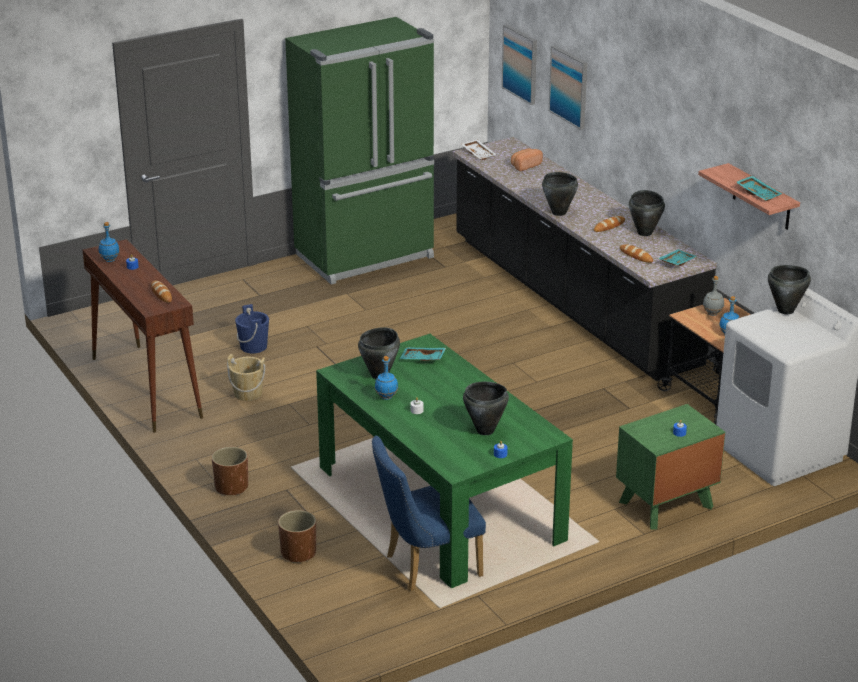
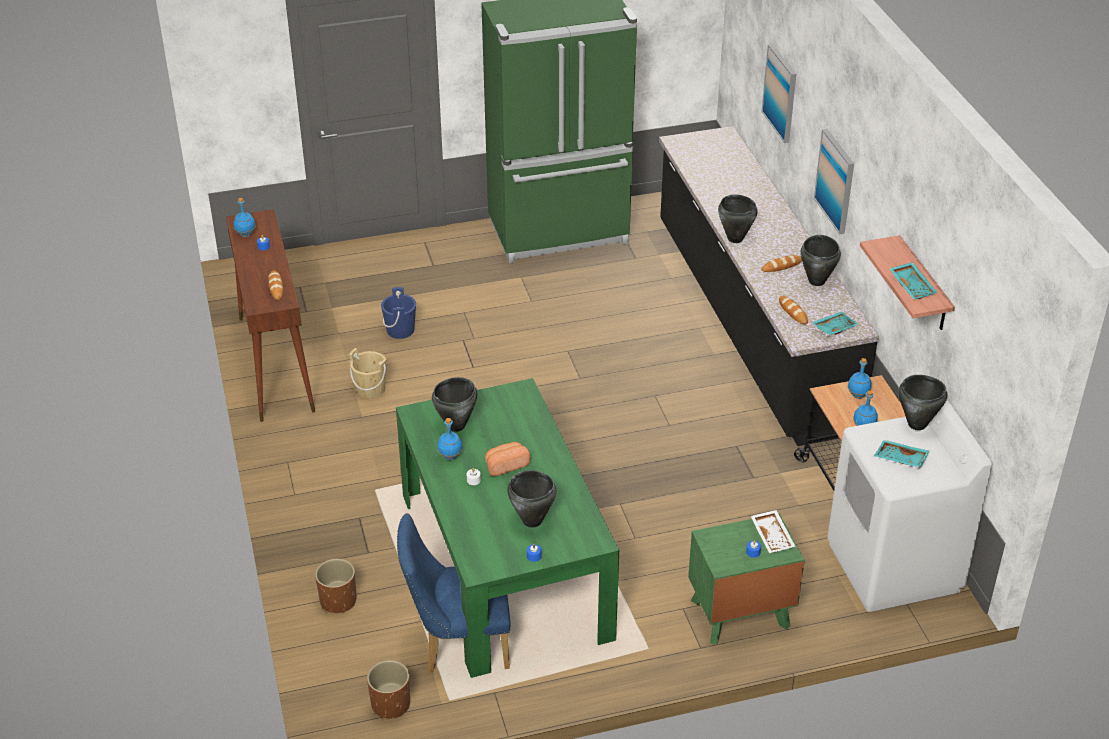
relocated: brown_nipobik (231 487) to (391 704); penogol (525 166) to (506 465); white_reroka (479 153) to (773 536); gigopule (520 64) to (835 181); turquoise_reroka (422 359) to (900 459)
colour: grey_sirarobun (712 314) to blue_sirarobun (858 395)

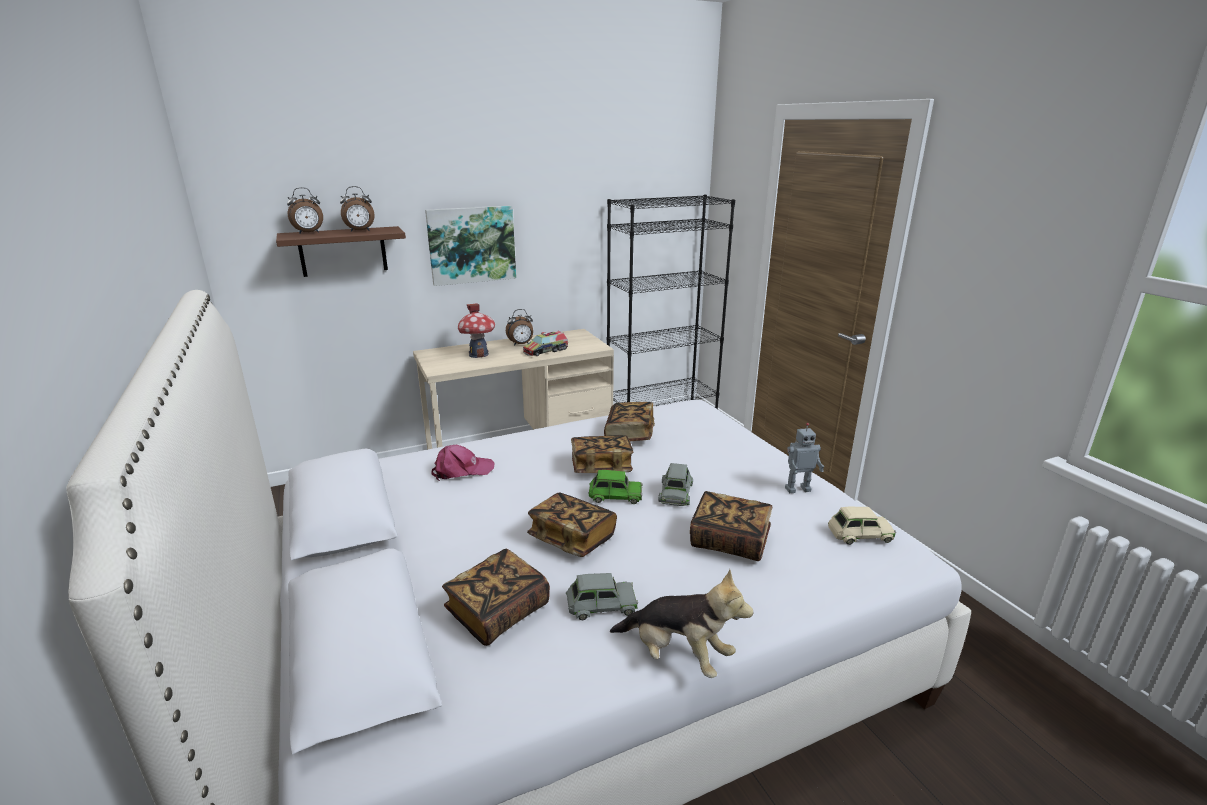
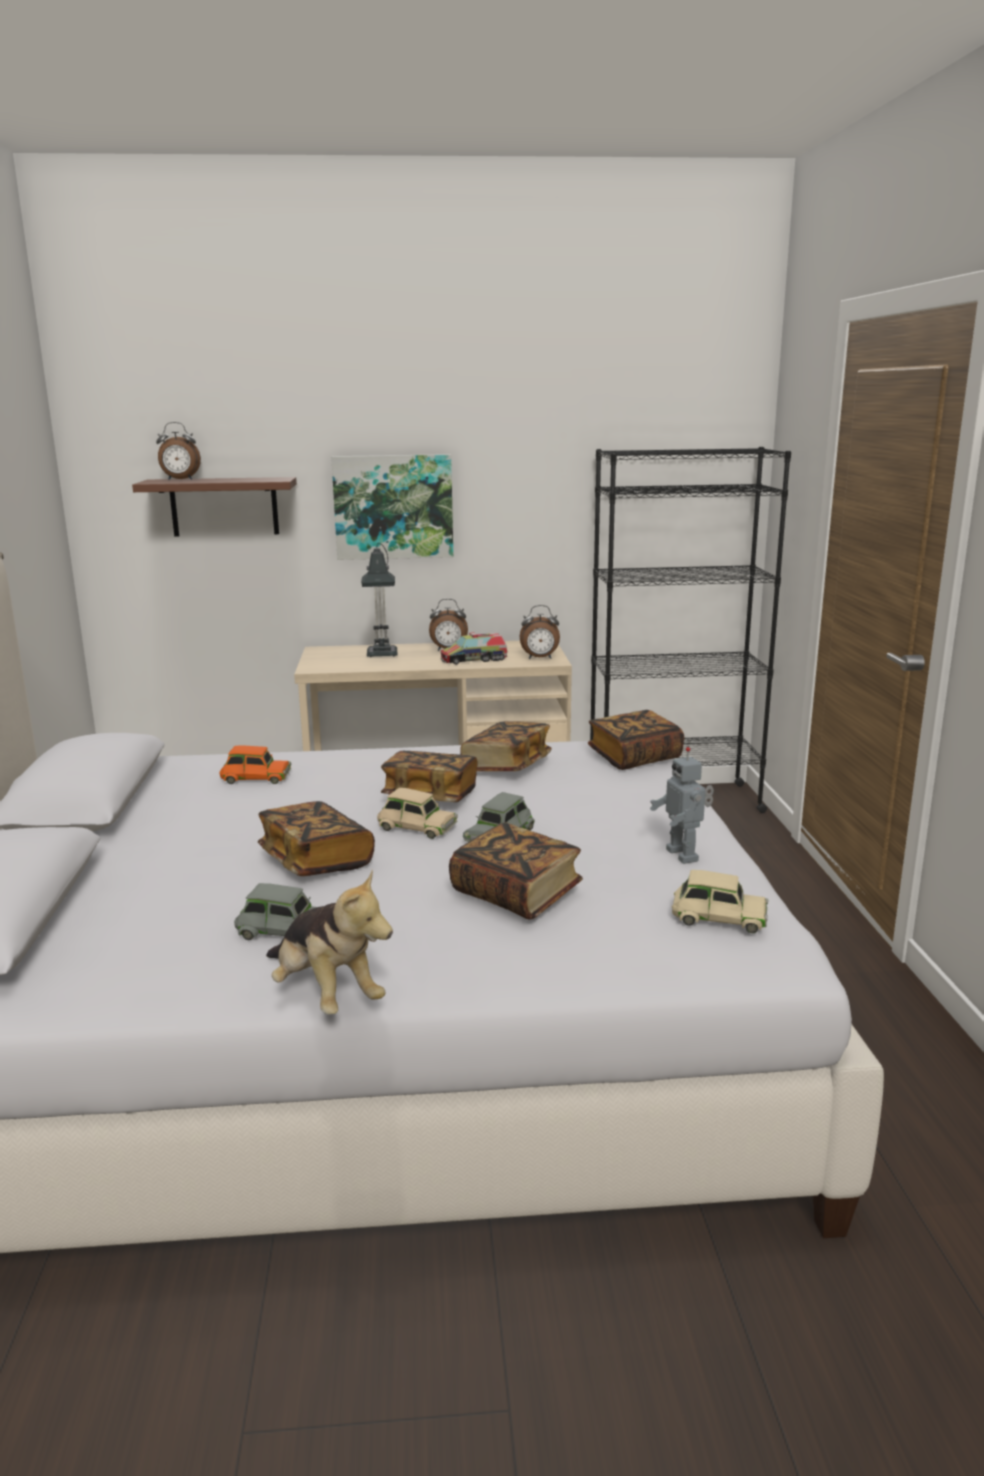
relocated: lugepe (360 231) to (540 658); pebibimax (498 612) to (634 757)
exchanged: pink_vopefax (462 470) to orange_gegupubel (255 777); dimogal (478 354) to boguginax (382 656)
colour: green_gegupubel (615 495) to beige_gegupubel (416 826)
spun: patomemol (797 489) = (684 855) 60 degrees clockwise

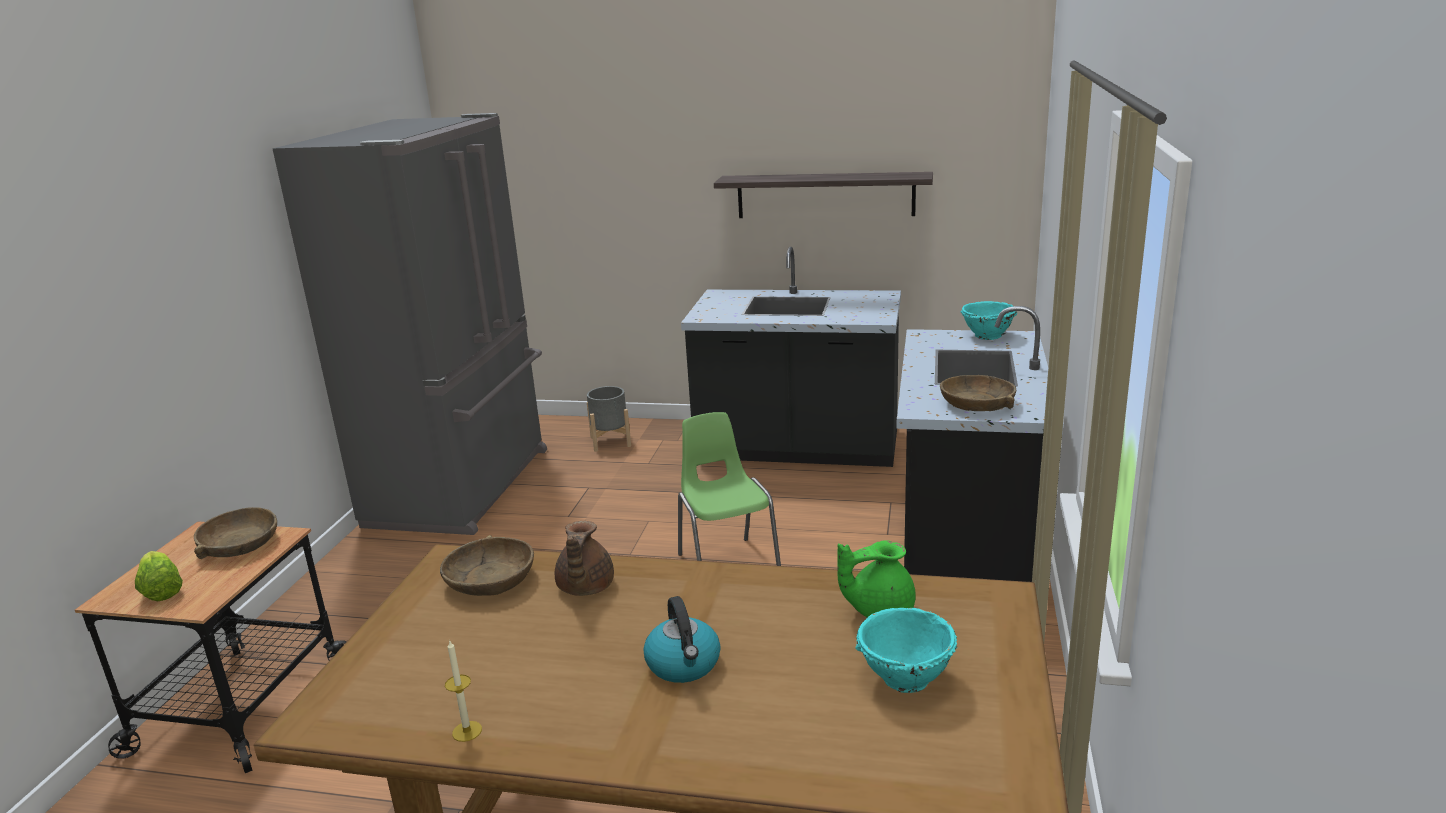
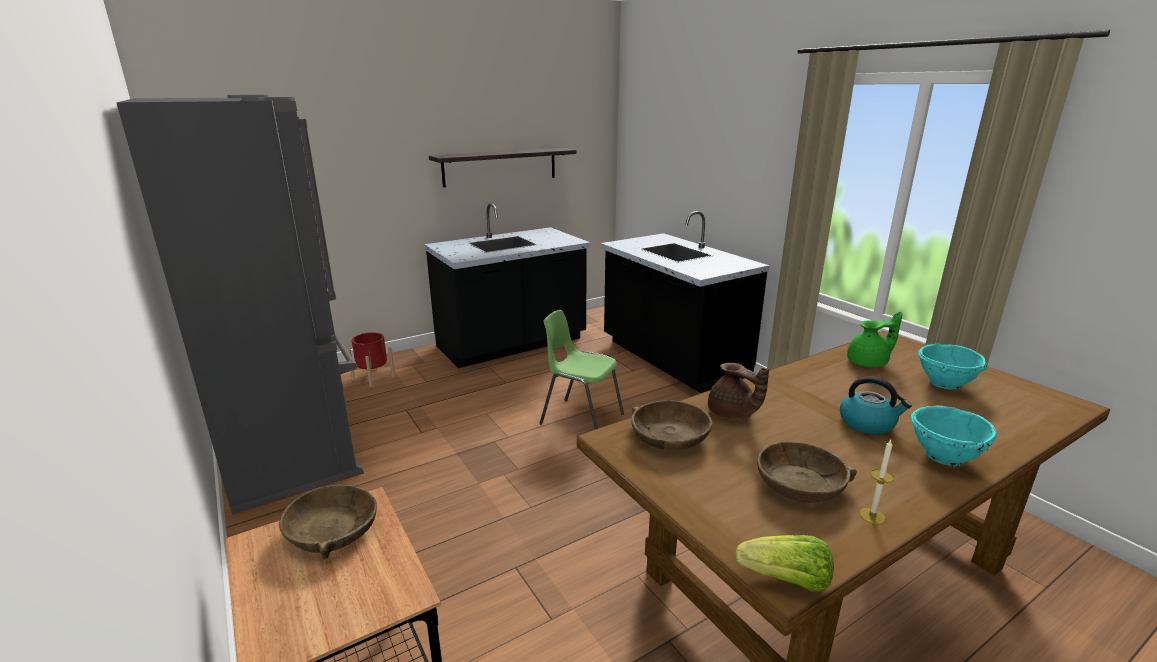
relocated: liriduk (161 590) to (786 581); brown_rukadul (978 404) to (800 483); turquoise_rukadul (987 336) to (943 457)
colour: grey_nipobik (610 442) to red_nipobik (373 377)
spun: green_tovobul (878 609) = (869 363) 135 degrees counterclockwise

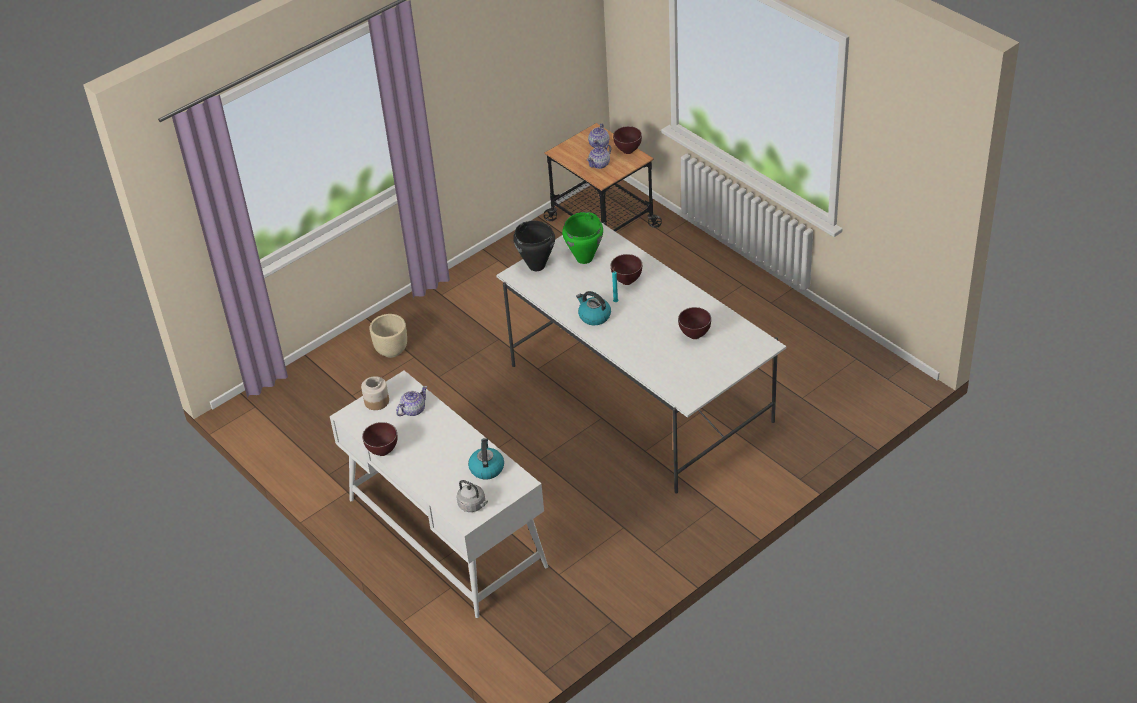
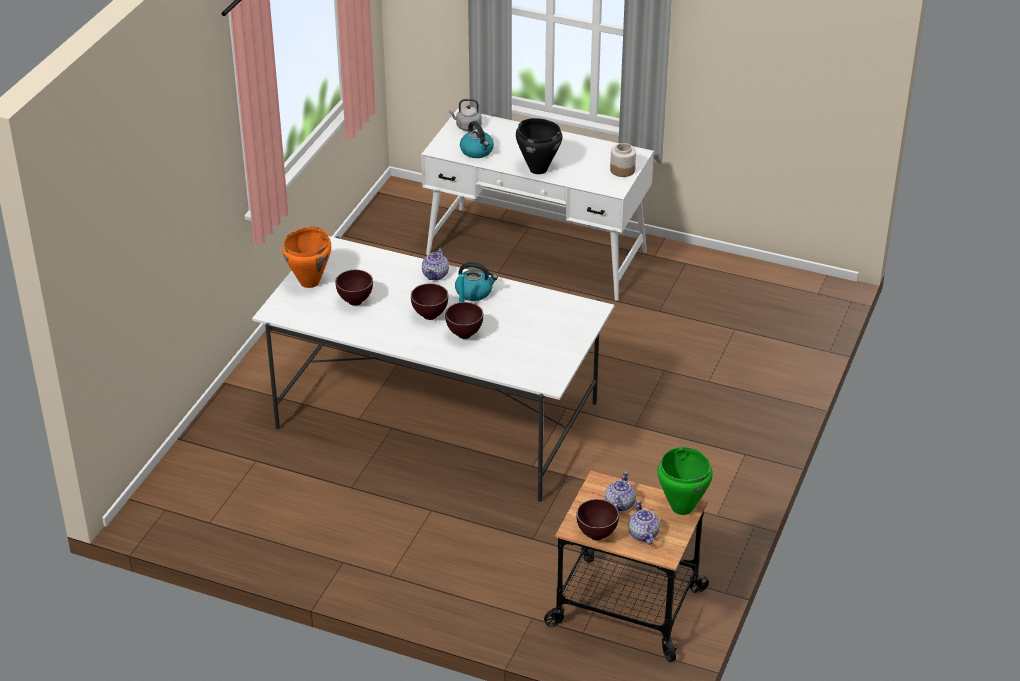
missing: beige_nipobik (392 351)
appeared: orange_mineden (310 282)
relocated: brown_rukadul (383 452) to (429 316); tovobul (413 410) to (436 274); black_mineden (536 266) to (538 169); green_mineden (585 258) to (681 507)

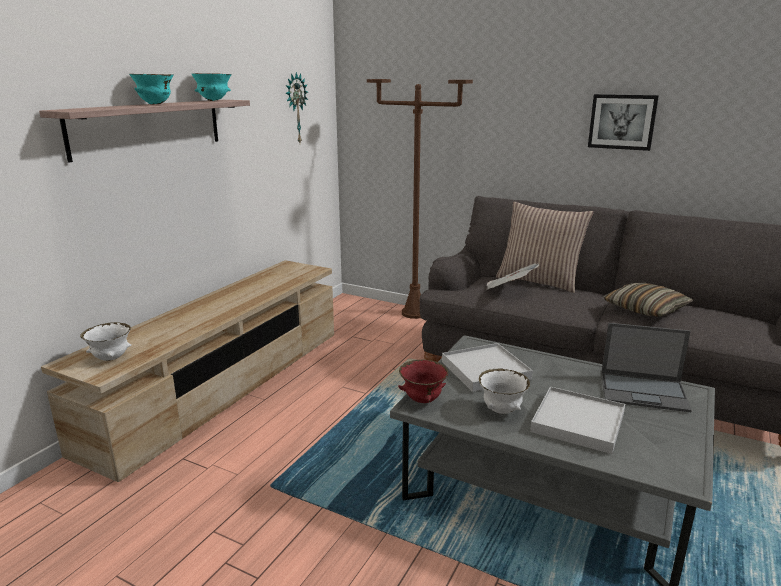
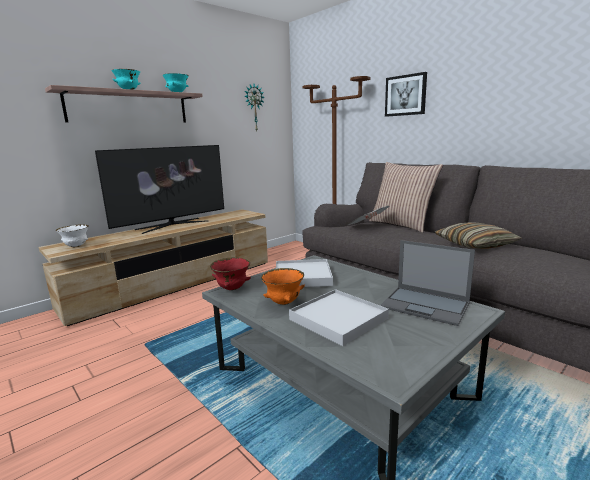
appeared: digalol (172 225)
relocated: gigopule (622 122) to (405 95)
colour: white_rukadul (501 410) to orange_rukadul (284 302)

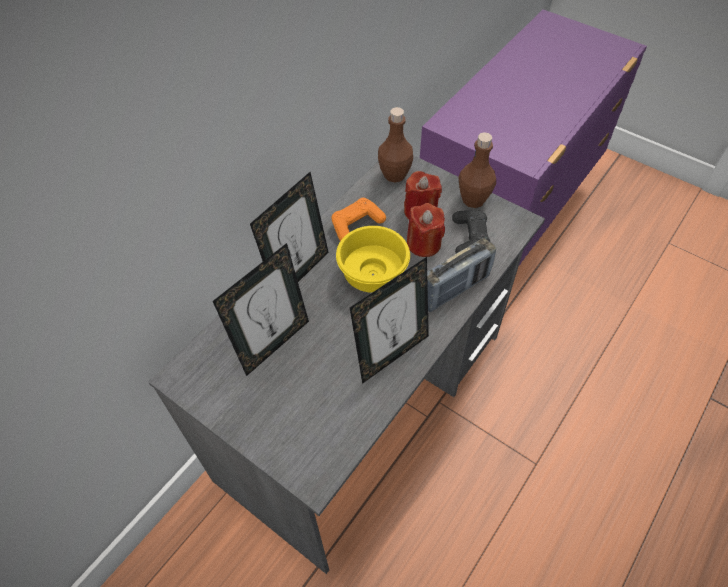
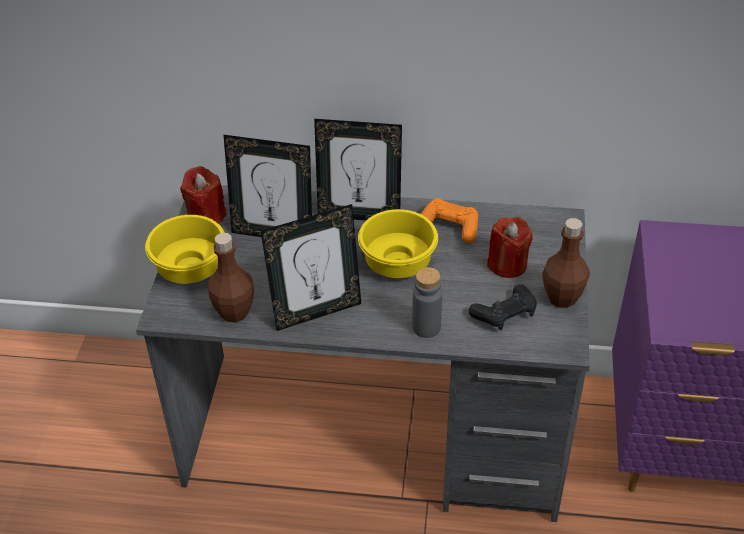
appeared: yellow_rukadul (188 268)
relocated: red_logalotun (424 244) to (206 215); brown_sirarobun (394 174) to (234 312)
exchanged: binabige (454 289) to grey_sirarobun (426 327)
spun: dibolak (391 354) = (316 312) 45 degrees counterclockwise

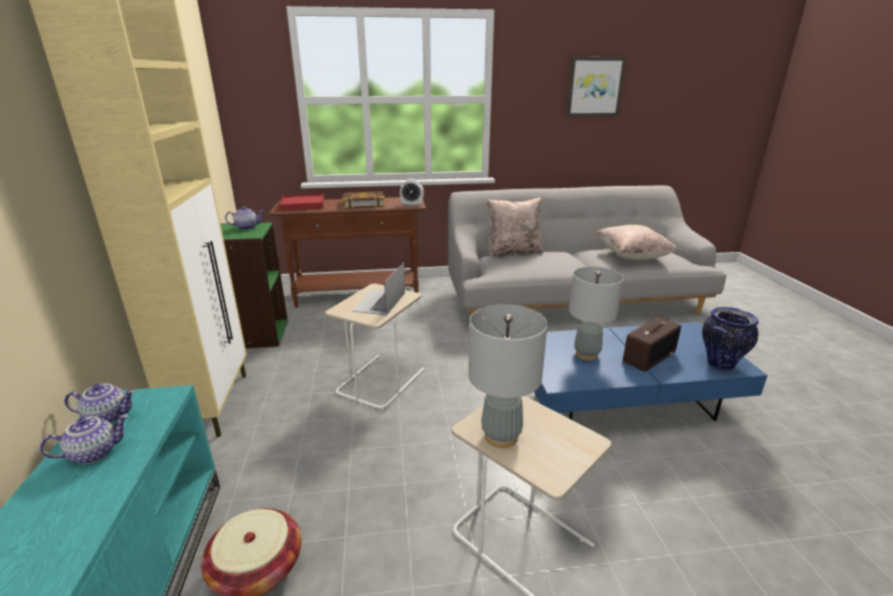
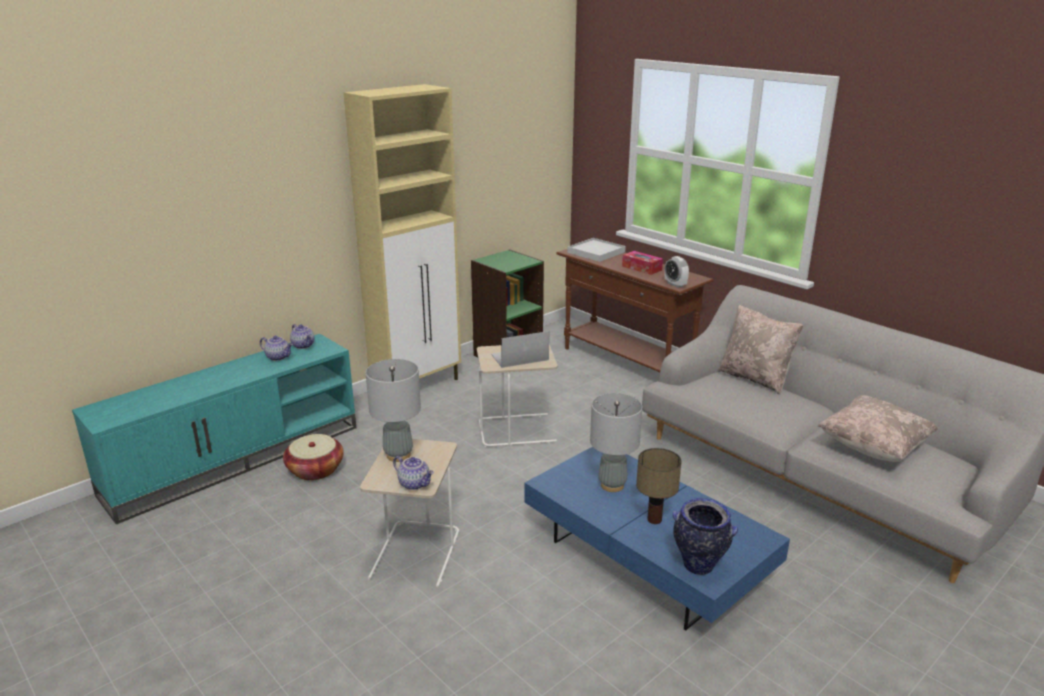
missing: gigopule (594 87)
relocated: tovobul (247 227) to (415 484)
exchanged: pebibimax (363 203) to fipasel (642 268); binabige (648 356) to boguginax (655 519)
colour: red_reroka (303 204) to white_reroka (596 252)

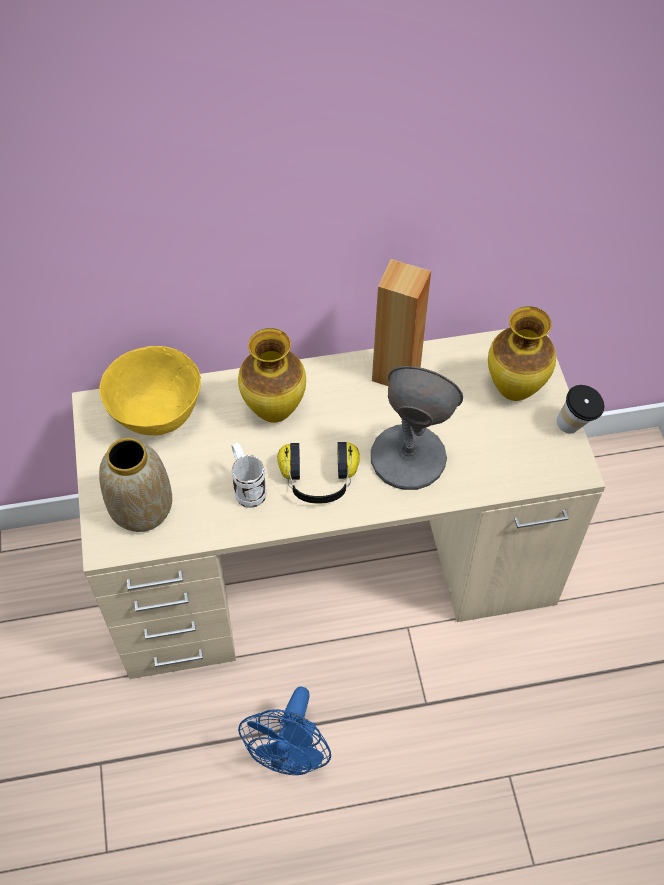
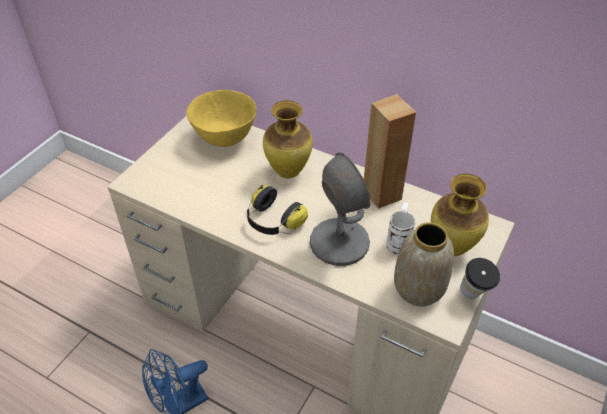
relocated: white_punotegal (247 487) to (399 240); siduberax (142 509) to (419 289)

